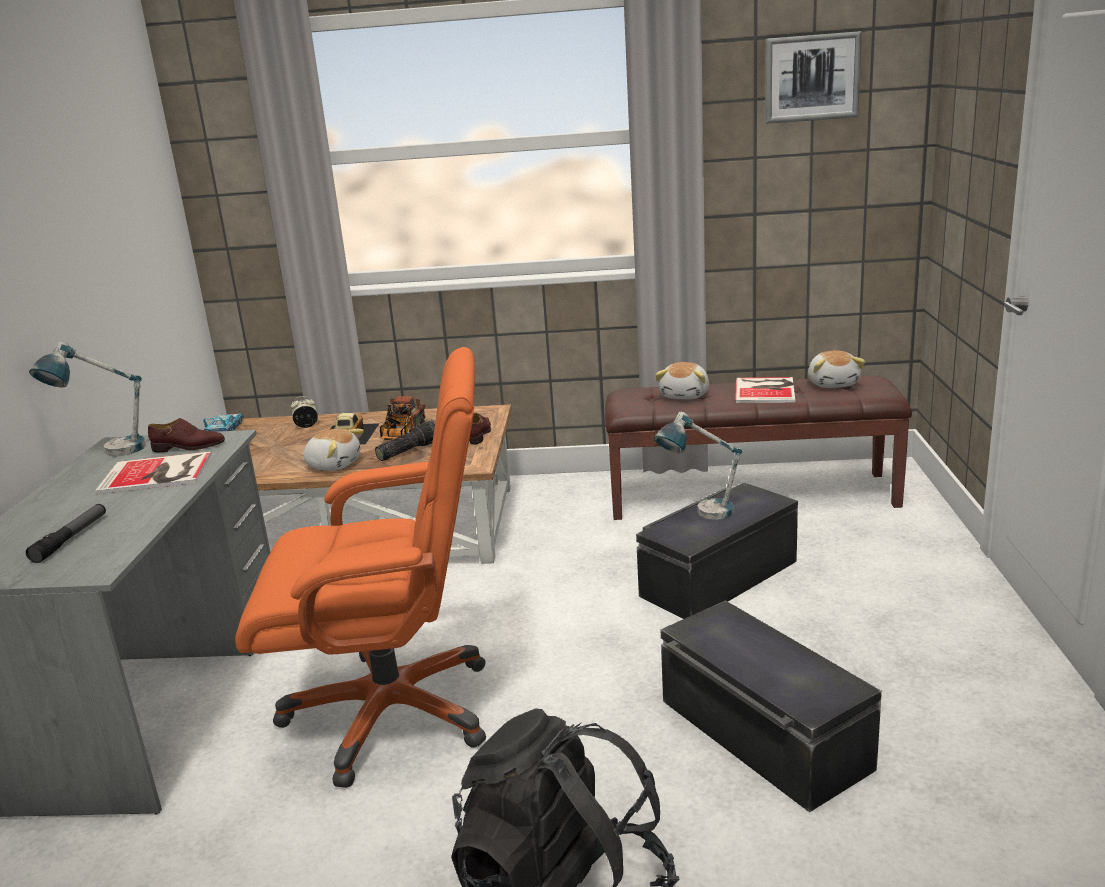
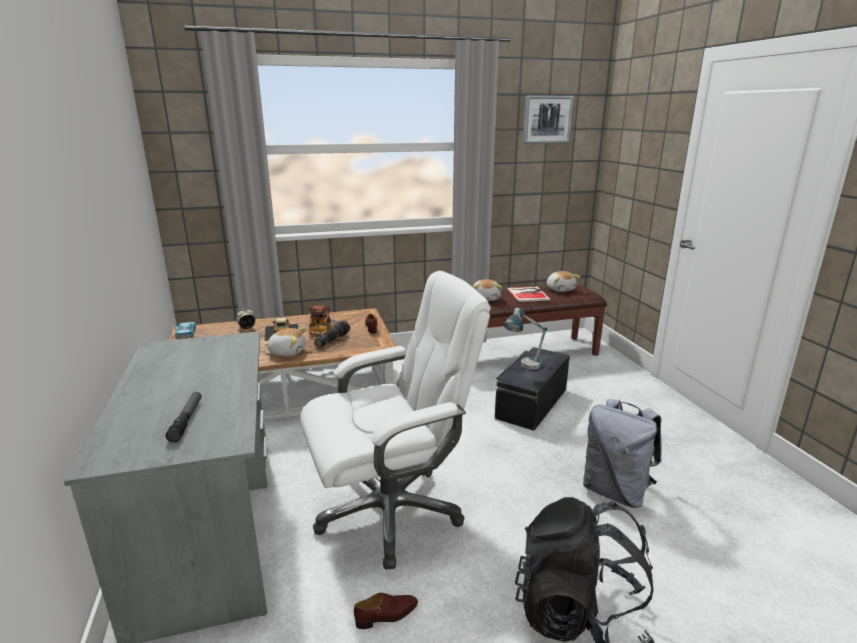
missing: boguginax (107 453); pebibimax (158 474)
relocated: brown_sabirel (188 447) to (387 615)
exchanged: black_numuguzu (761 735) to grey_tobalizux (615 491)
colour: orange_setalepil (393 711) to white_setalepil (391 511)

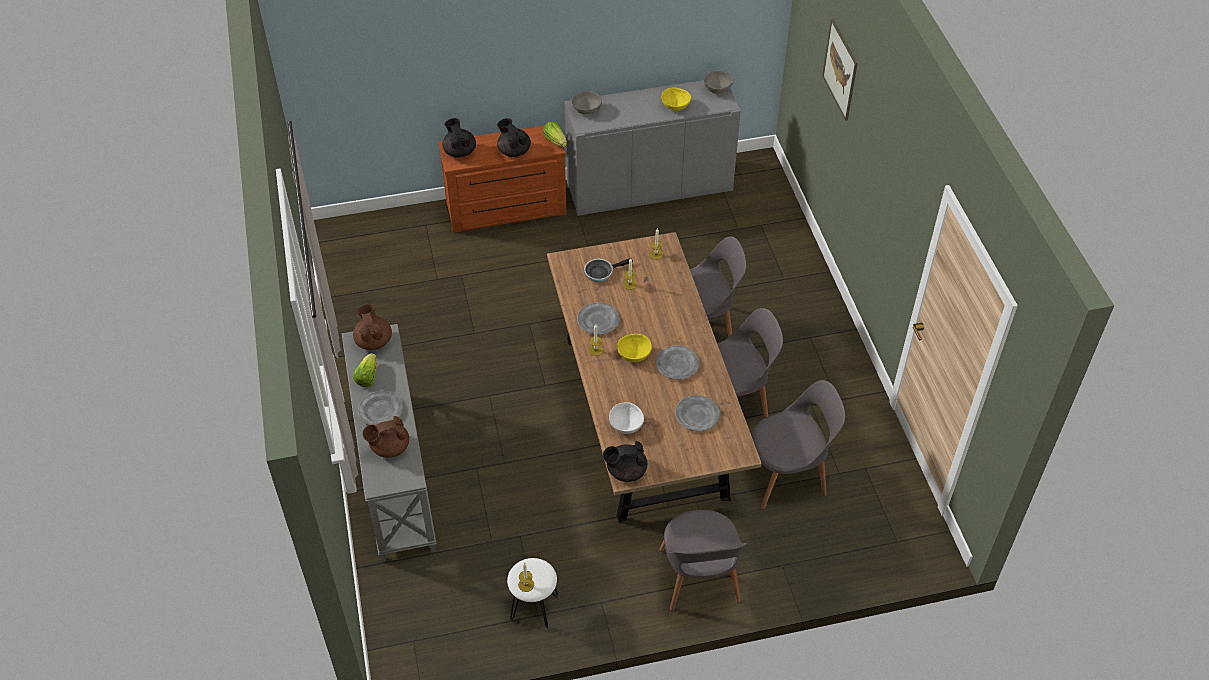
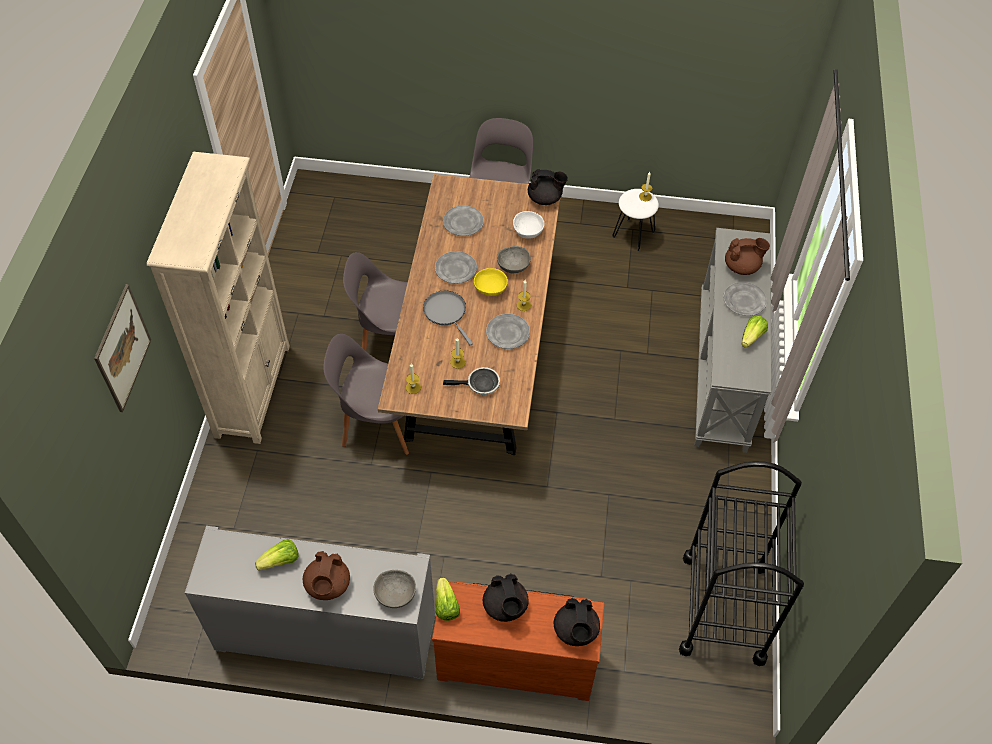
missing: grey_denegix (787 475)
appeared: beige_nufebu (253 390); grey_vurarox (446 312); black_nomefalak (723 608)
relocated: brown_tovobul (373 341) to (328 585); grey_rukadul (718 89) to (513 267)
exchanged: yellow_rukadul (675 106) to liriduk (281 561)

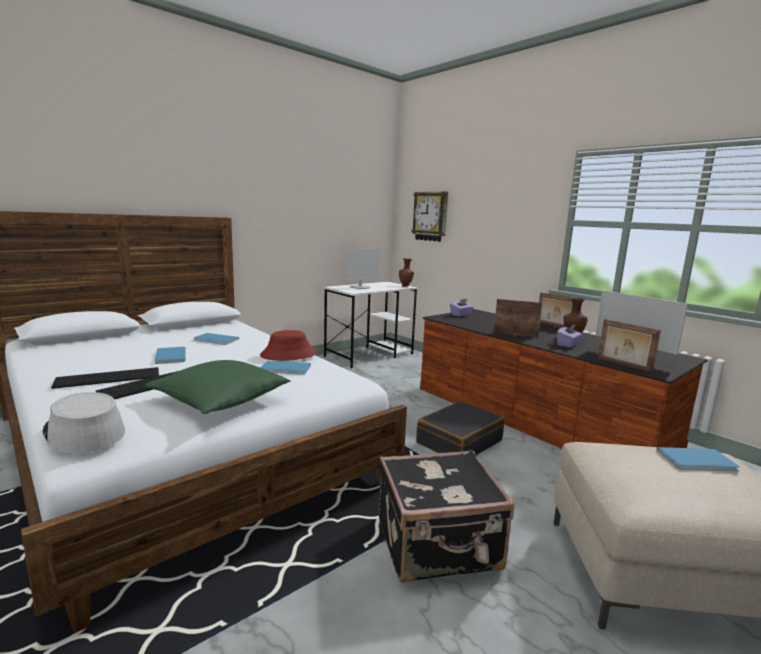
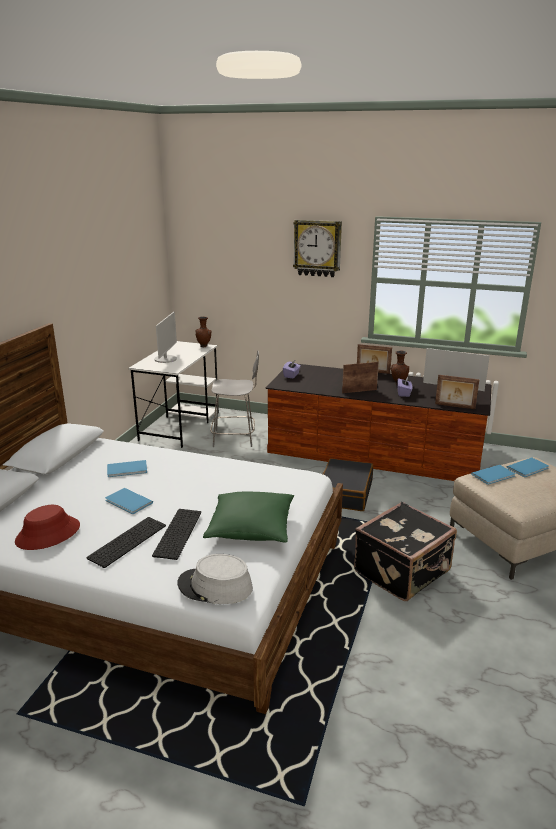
appeared: grey_denegix (235 438)
relocated: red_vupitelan (288 355) to (48 534); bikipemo (430 216) to (317 248); blue_pebibimax (286 369) to (494 475)

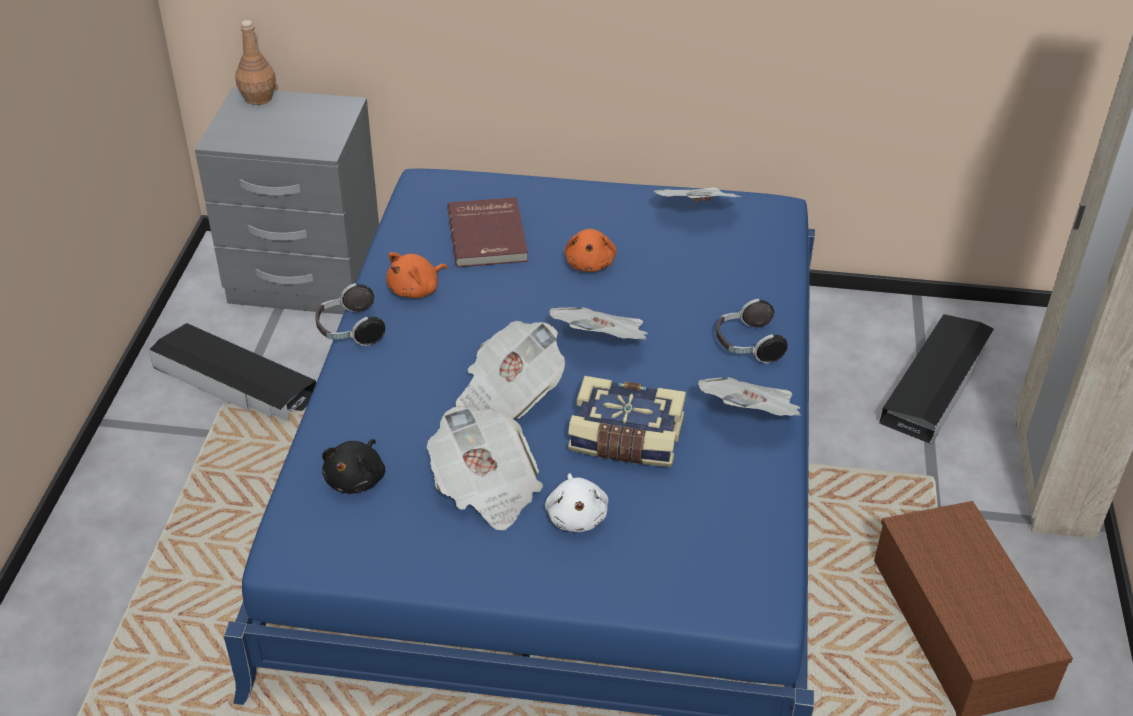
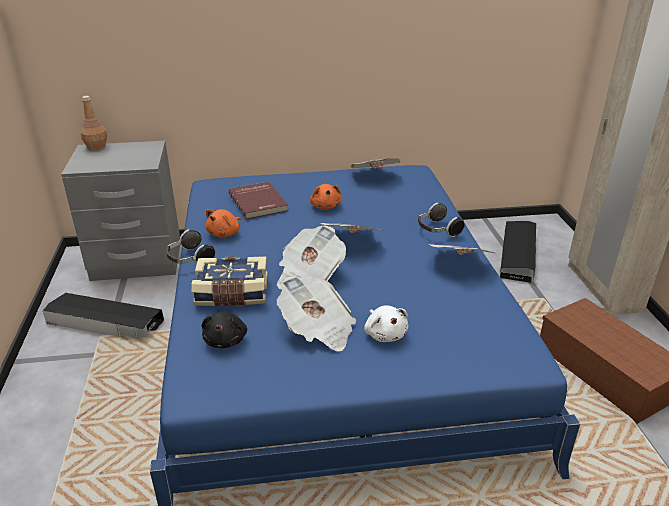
relocated: pebibimax (625 439) to (232 293)

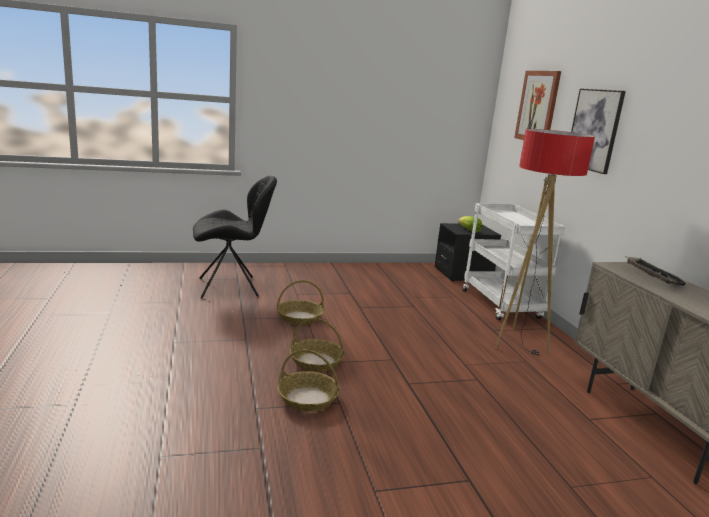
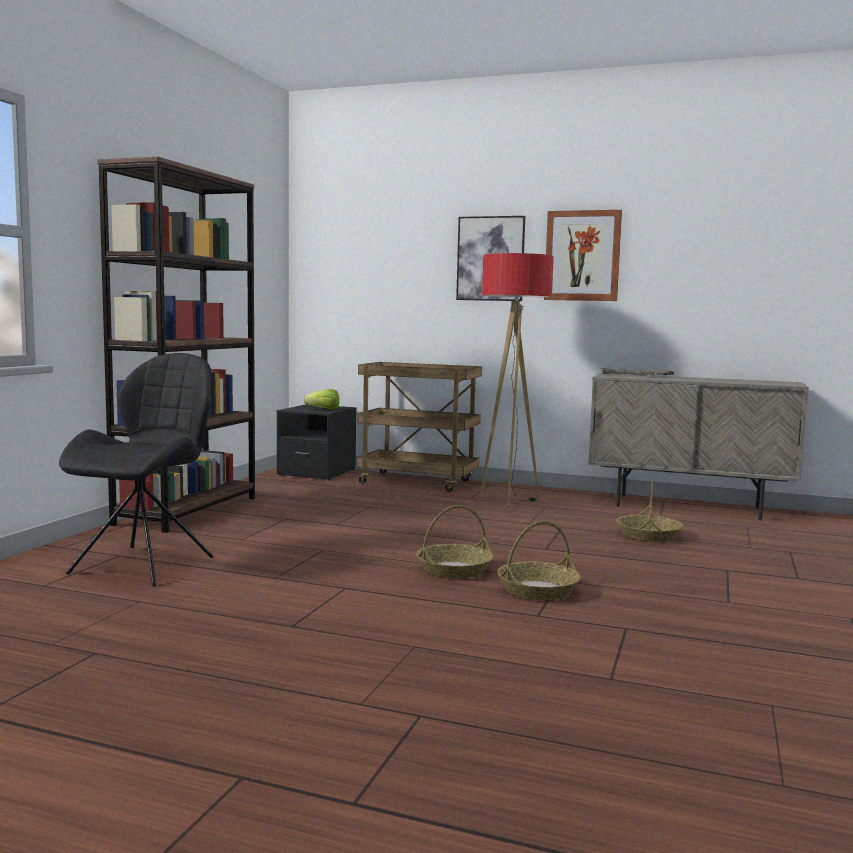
appeared: brown_nufebu (188 510)
relocated: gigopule (538 107) to (582 256); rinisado (300 317) to (648 535)
colour: white_nomefalak (502 305) to brown_nomefalak (419 482)

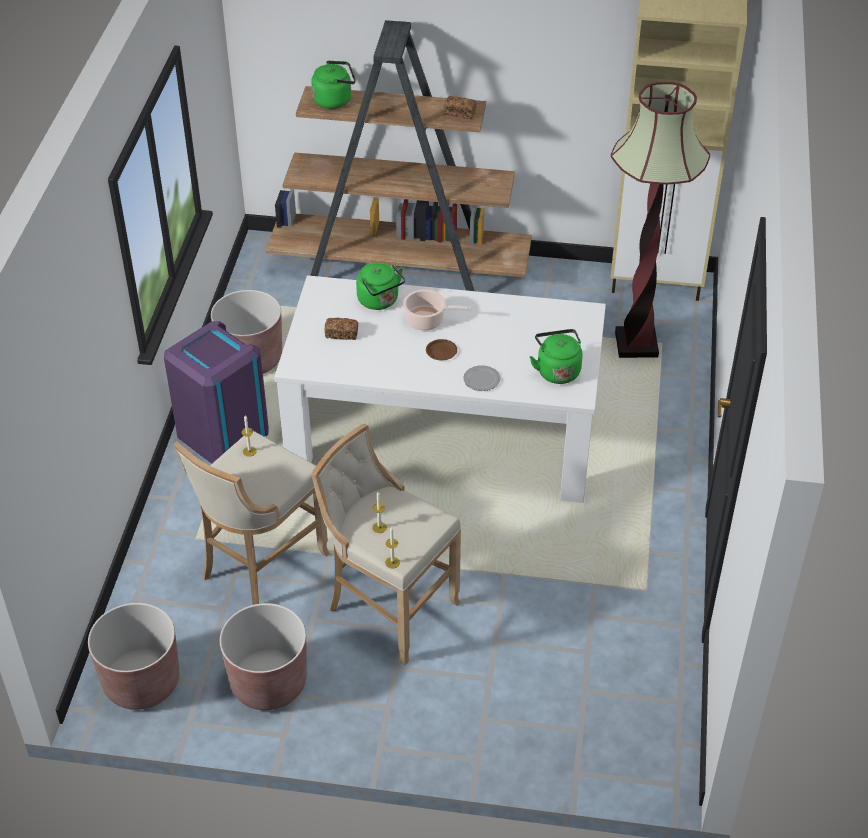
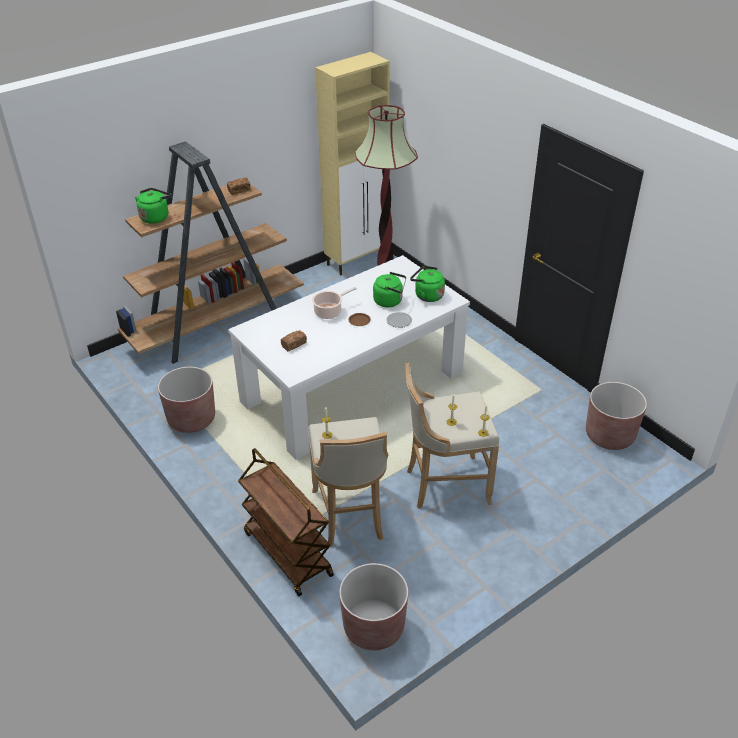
missing: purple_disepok (222 433)
appeared: brown_nomefalak (287 553)
relocated: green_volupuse (380 301) to (390 301); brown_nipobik (268 682) to (609 435)

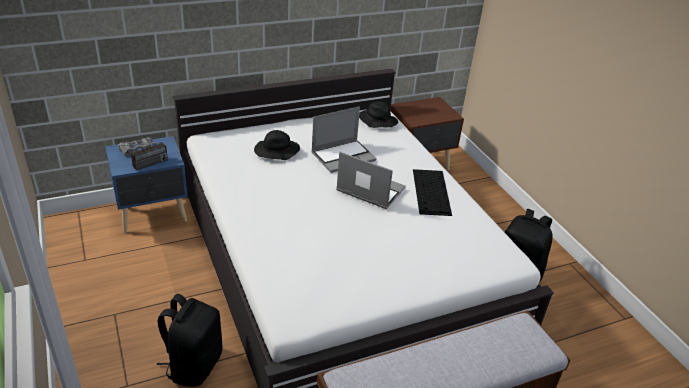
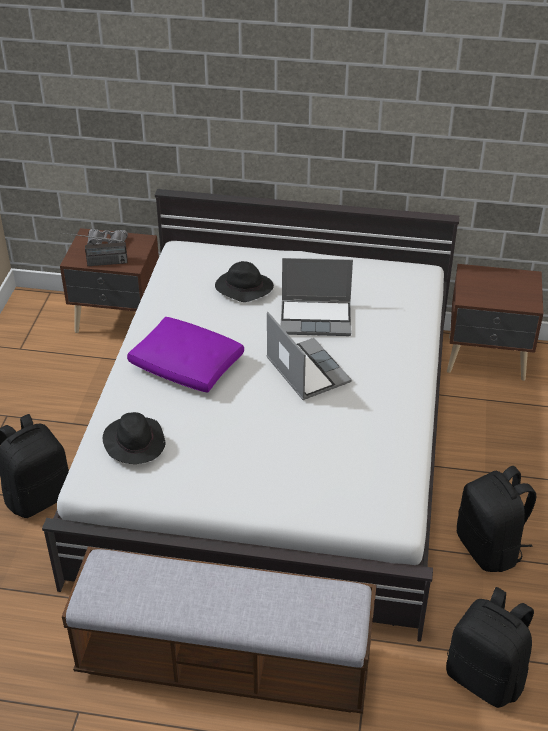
missing: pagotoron (431 192)
appeared: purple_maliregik (187 366); black_tobalizux (486 677)
relocated: black_vupitelan (377 121) to (134 443)
colour: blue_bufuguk (153 215) to brown_bufuguk (118 321)

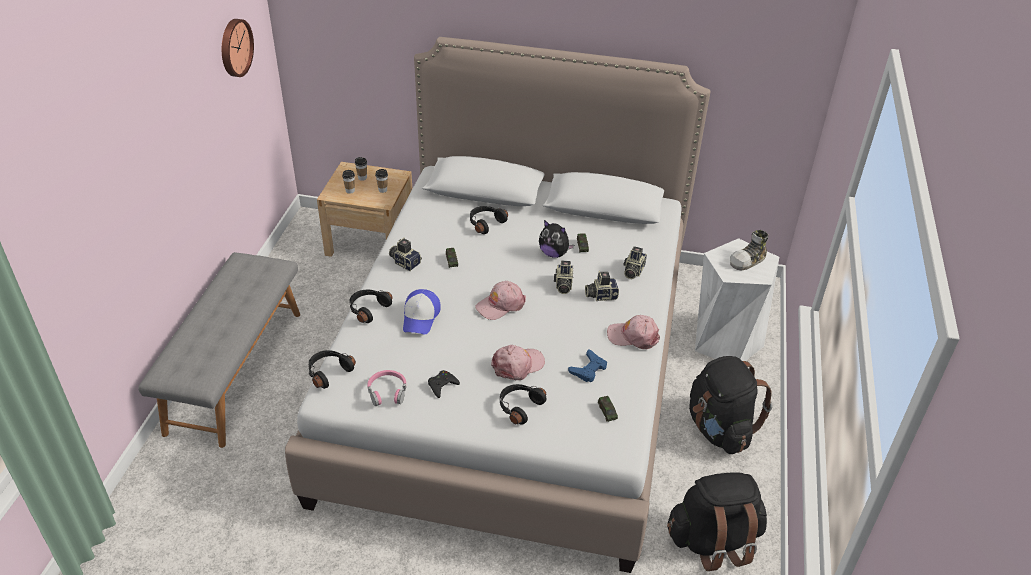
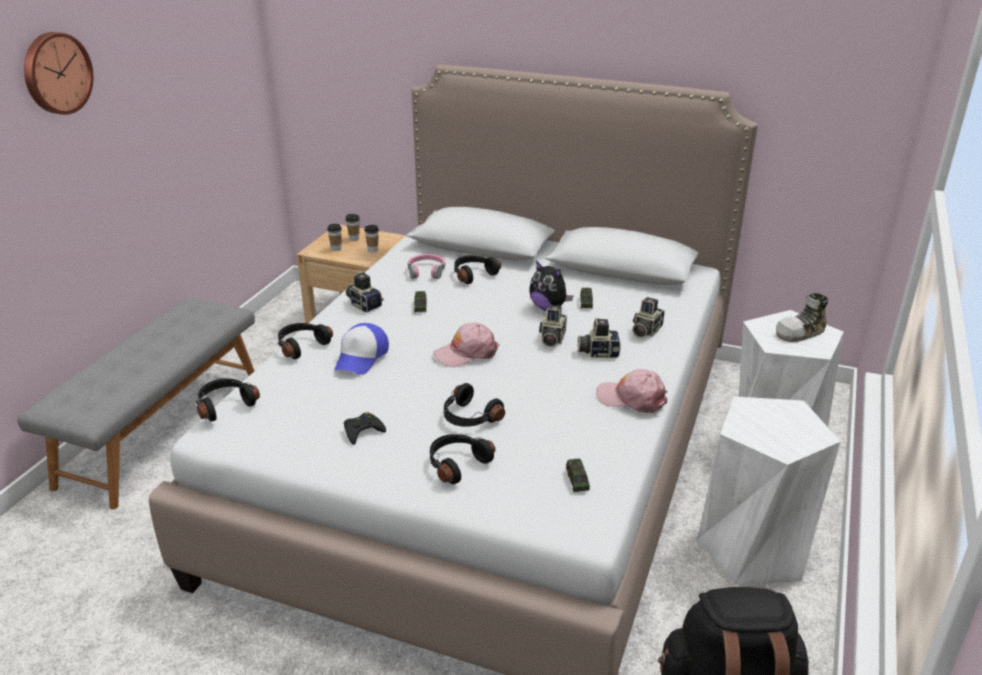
missing: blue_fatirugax (588 369)
relocated: bikipemo (234 47) to (56 73); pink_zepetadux (387 392) to (426 271)
exchanged: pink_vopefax (518 365) to black_zepetadux (469 418); black_tobalizux (719 429) to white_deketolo (753 549)

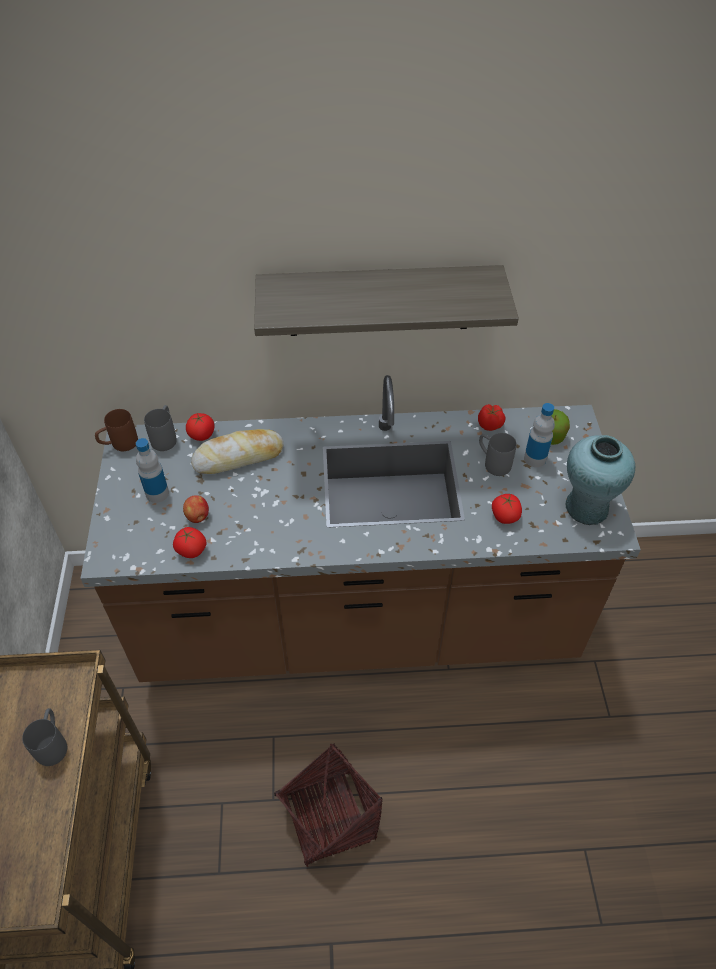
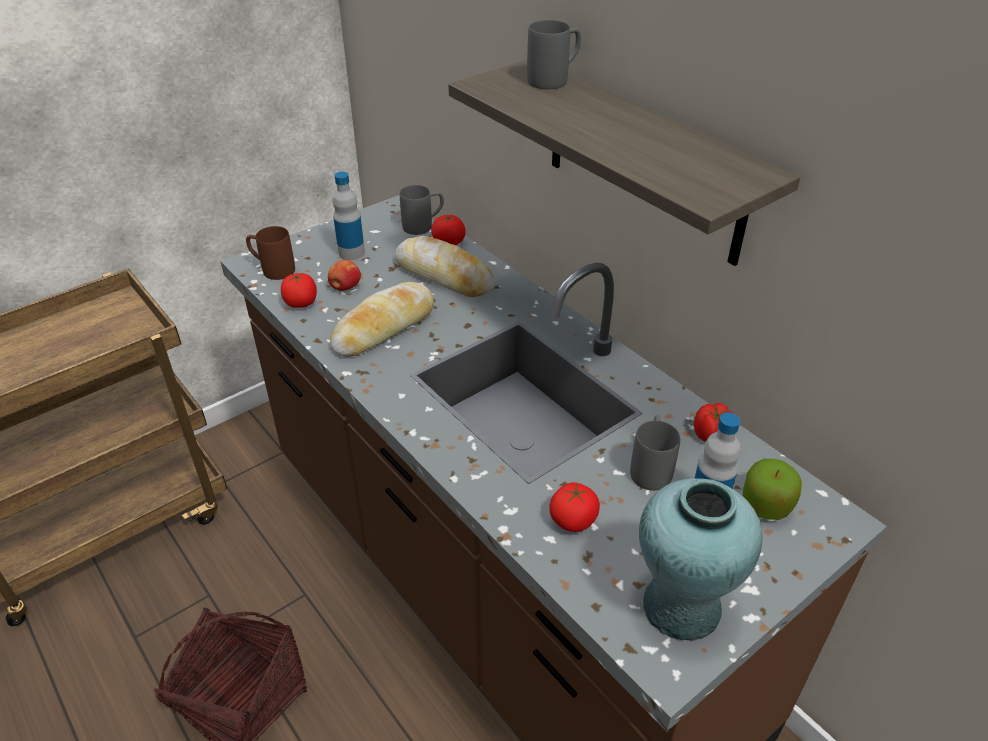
appeared: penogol (384 328)
relocated: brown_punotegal (119 444) to (272 269); grey_punotegal (53 743) to (554 79)

